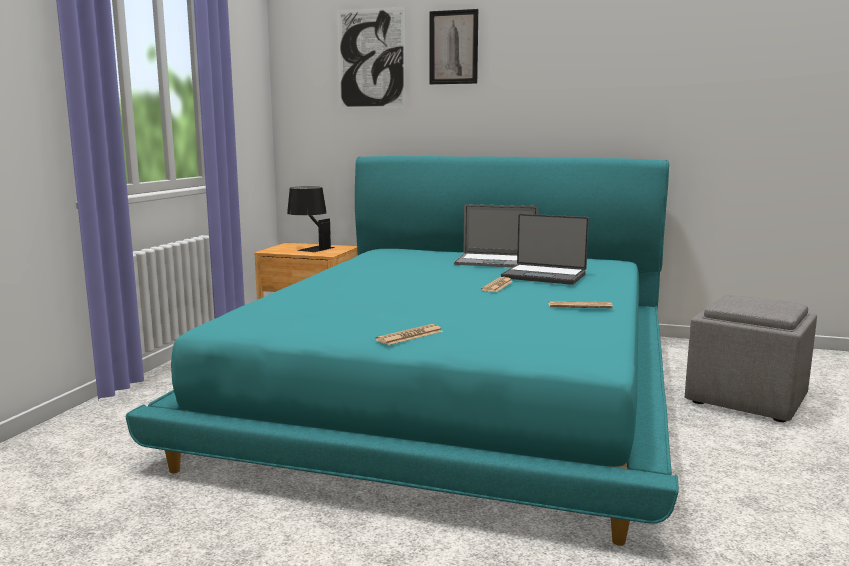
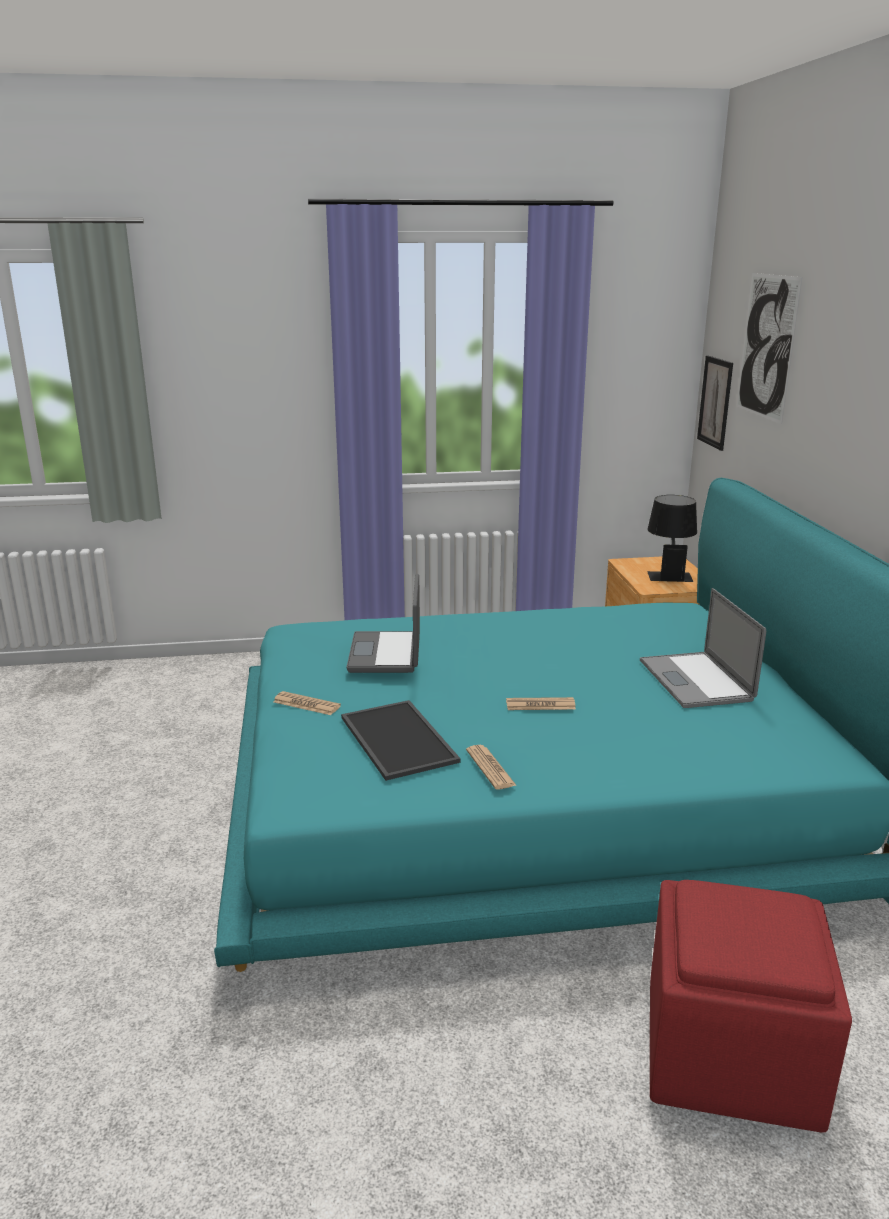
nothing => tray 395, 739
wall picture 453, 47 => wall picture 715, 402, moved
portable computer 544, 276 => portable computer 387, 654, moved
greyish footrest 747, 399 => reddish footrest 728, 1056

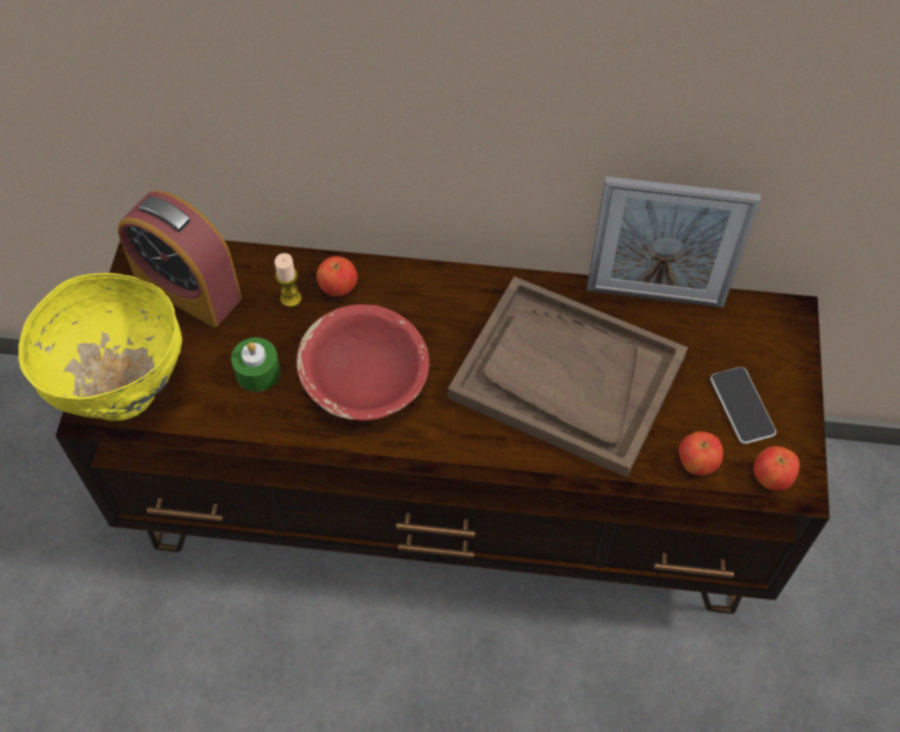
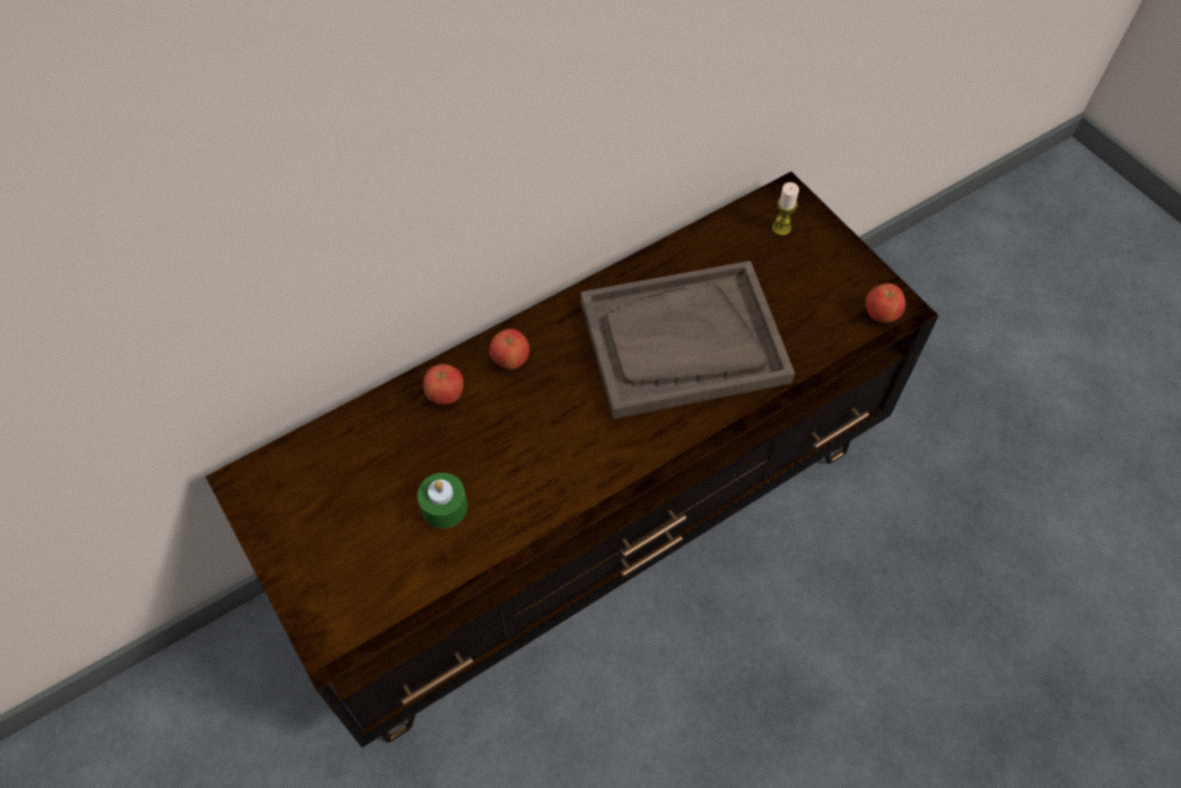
yellow bowl 123, 391 => nothing
table clock 188, 289 => nothing
reddish bowl 365, 380 => nothing
picture frame 654, 296 => nothing
phone 742, 406 => nothing
candle 291, 298 => candle 781, 228, moved
whole apple 696, 463 => whole apple 510, 360, moved

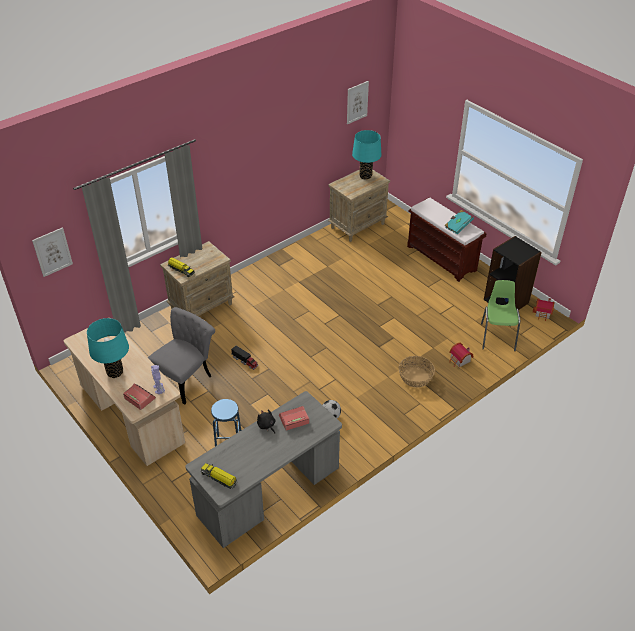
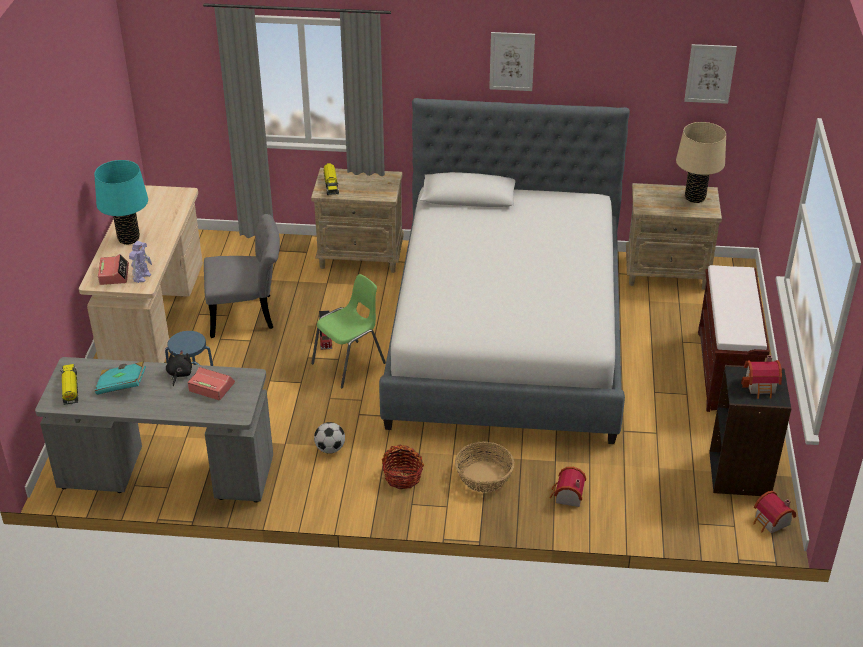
nothing => bed 507, 335
nothing => household basket 402, 477
nothing => model house 761, 386
wall picture 52, 252 => wall picture 511, 61, moved
turquoise book 458, 226 => turquoise book 122, 385, moved
green plain chair 497, 336 => green plain chair 350, 364, moved
turquoise tabletop lamp 365, 176 => sand-coloured tabletop lamp 695, 198

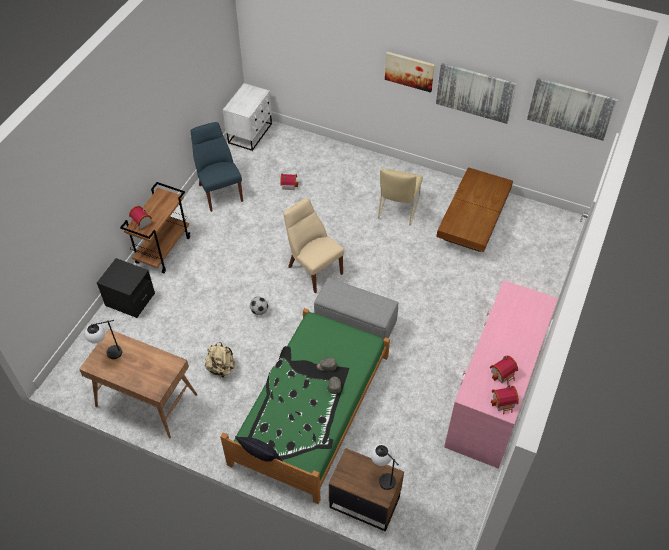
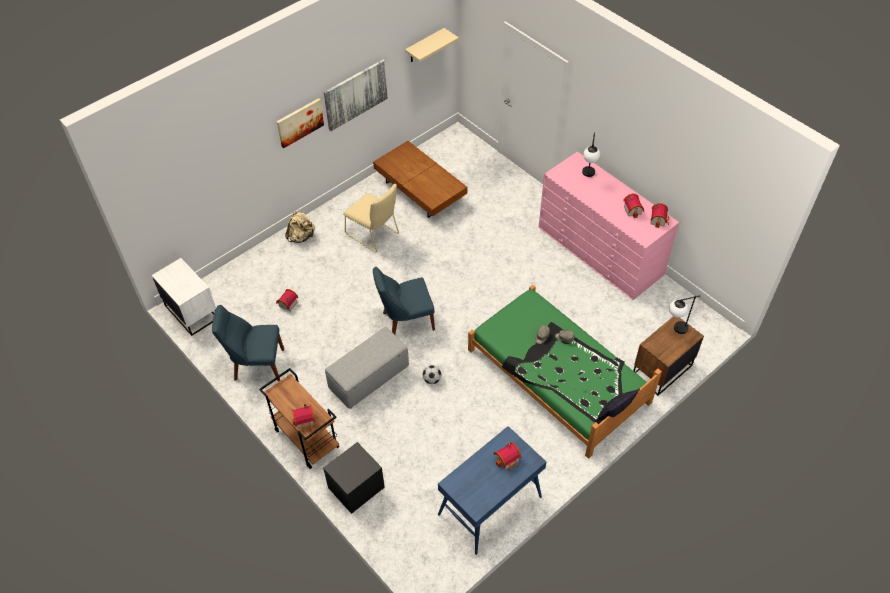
nothing => model house 508, 460
tabletop lamp 108, 354 => tabletop lamp 588, 176, moved
sand-coloured knapsack 221, 368 => sand-coloured knapsack 301, 237, moved
greyish footrest 354, 322 => greyish footrest 368, 378, moved
wall picture 571, 108 => sand-coloured shelf 424, 46
brownish desk 146, 401 => blue-coloured desk 489, 506
sand-coloured plain chair 313, 269 => blue-coloured plain chair 405, 321

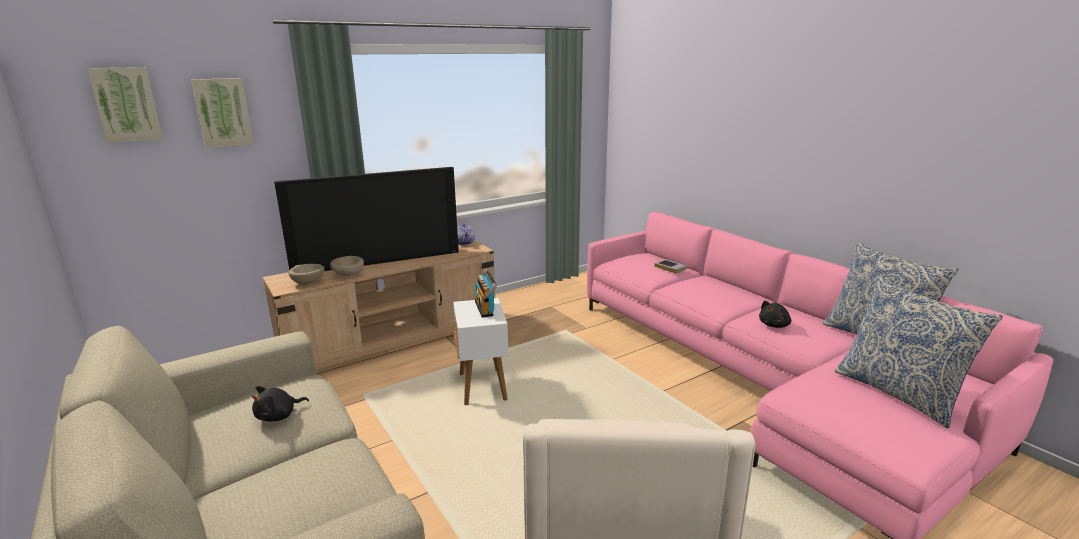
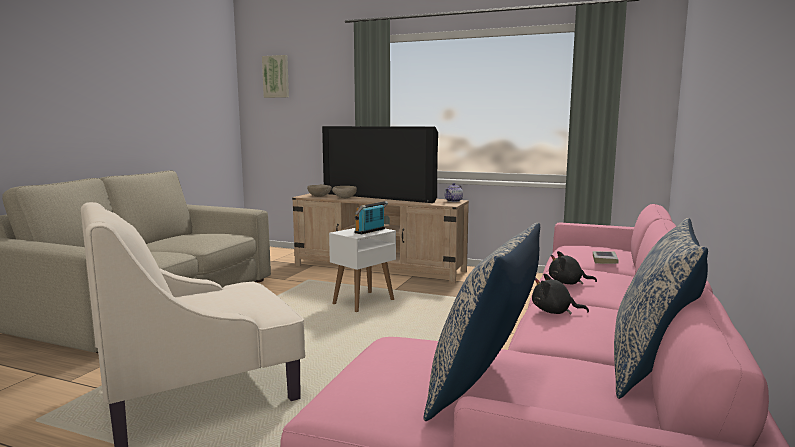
wall picture 223, 112 => nothing
black soft toy 279, 416 => black soft toy 568, 283, moved

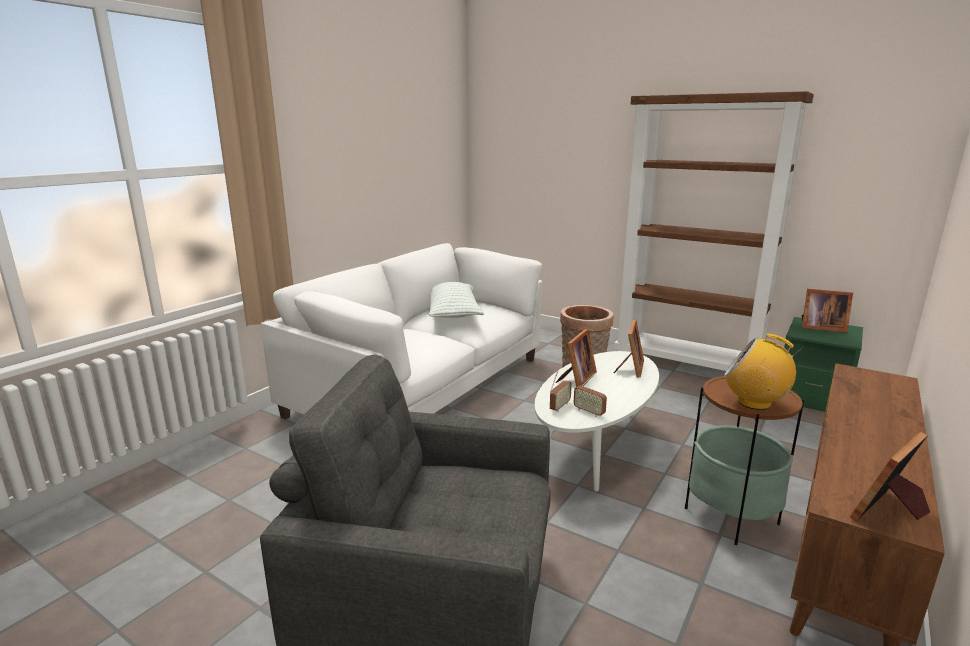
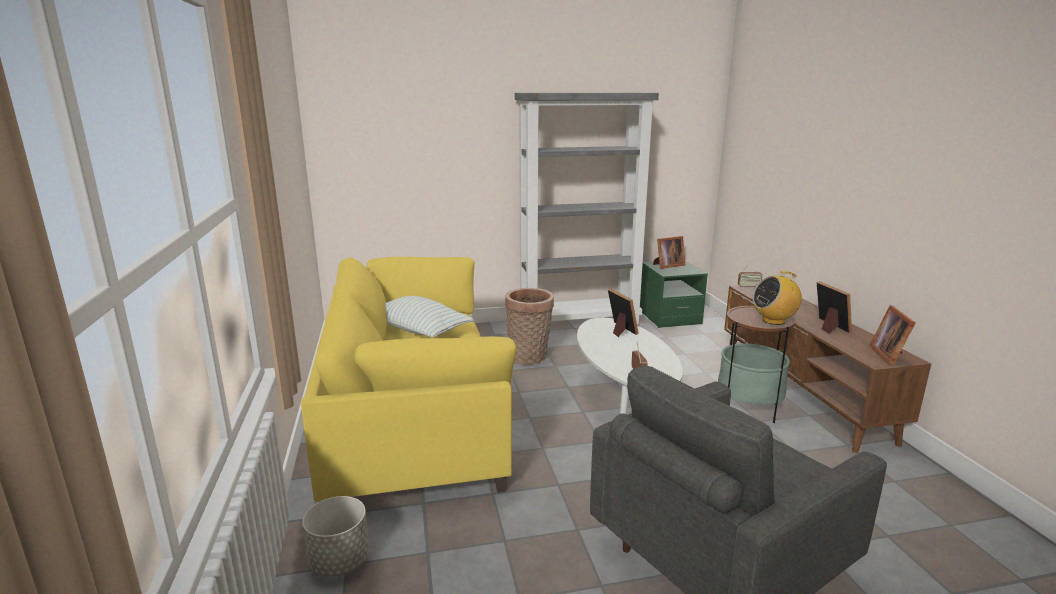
nothing => greyish planter 339, 561
picture frame 576, 379 => picture frame 828, 326, moved
radio receiver 589, 412 => radio receiver 748, 287, moved
whitish sofa 422, 386 => yellow sofa 413, 418
brownish shelving unit 687, 368 => greyish shelving unit 579, 323

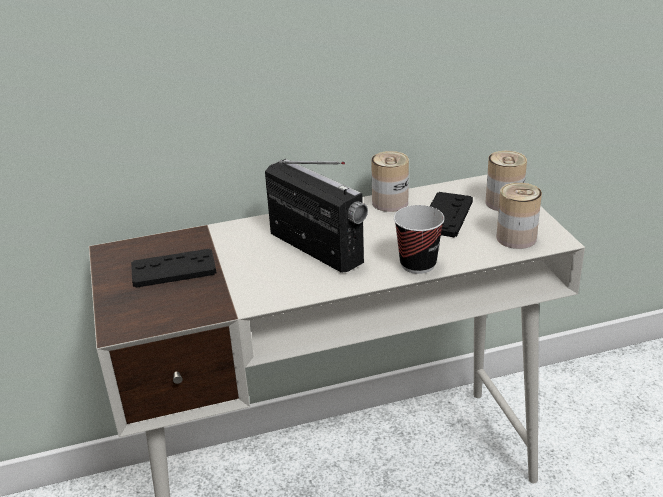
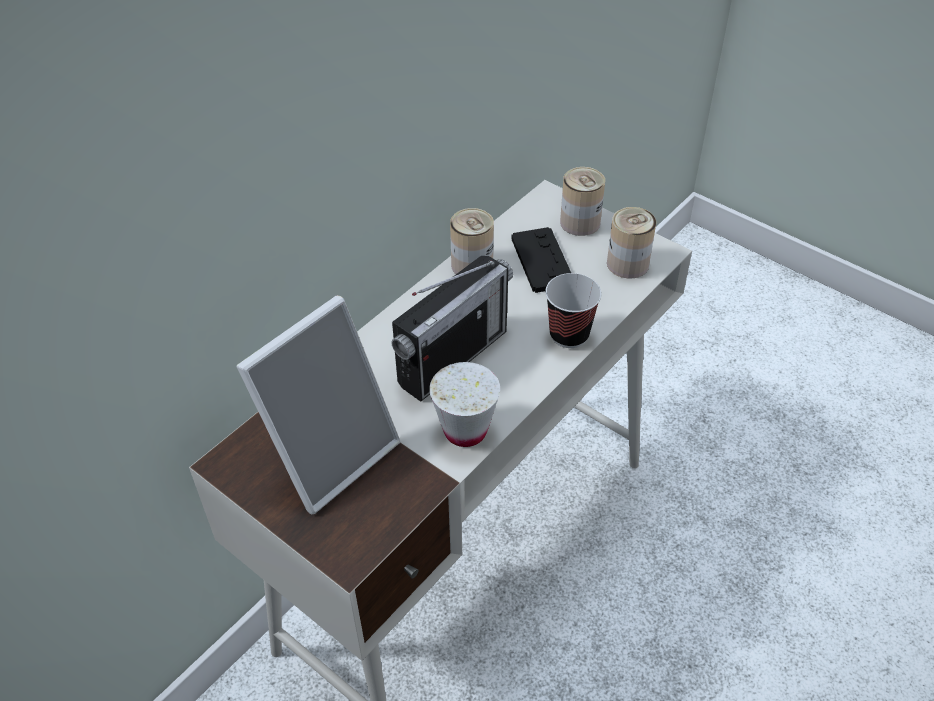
nothing => whitish cup 465, 430
black game controller 173, 270 => picture frame 329, 454
radio receiver 315, 248 => radio receiver 453, 358, 120 degrees clockwise

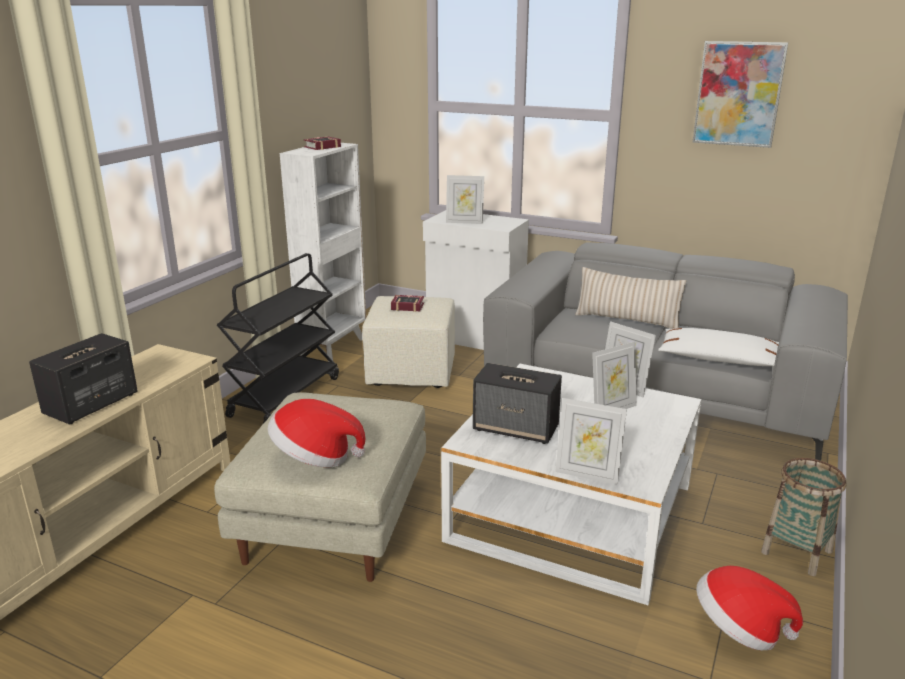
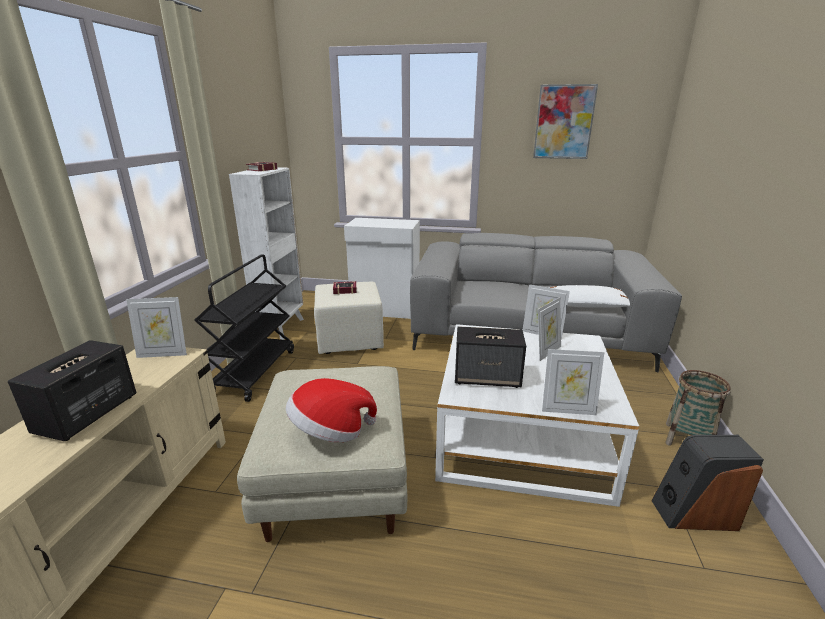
sand-coloured pillow 627, 320 => nothing
picture frame 464, 222 => picture frame 163, 354, moved
wearable hat 739, 629 => speaker 693, 513

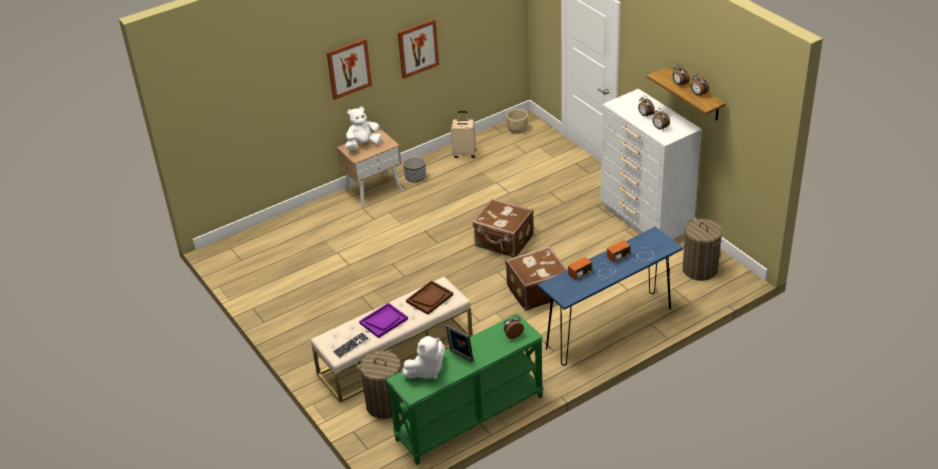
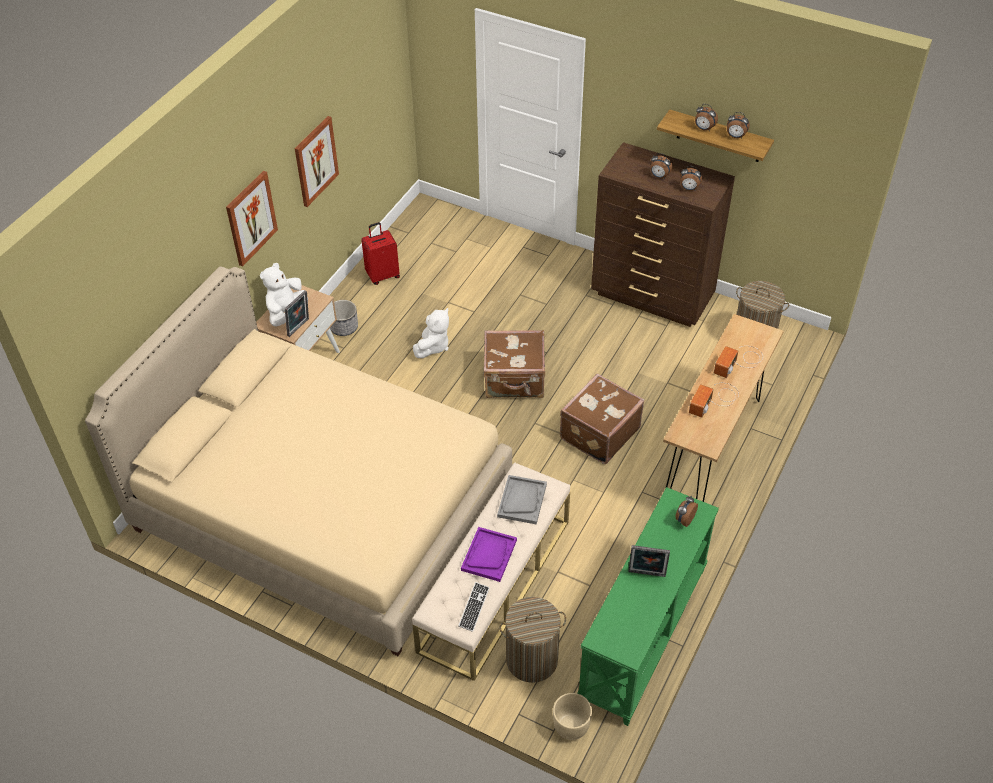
nothing => sand-coloured bed 323, 509
nothing => picture frame 299, 328
whitish soft toy 426, 371 => whitish soft toy 433, 346, moved
sand-coloured planter 517, 130 => sand-coloured planter 571, 726, moved
brownish tray 429, 298 => greyish tray 522, 500
sand-coloured suitcase 464, 154 => reddish suitcase 382, 275
blue-coloured narrow table 609, 328 => brownish narrow table 712, 451
whitish chest of drawers 645, 220 => brownish chest of drawers 652, 297

